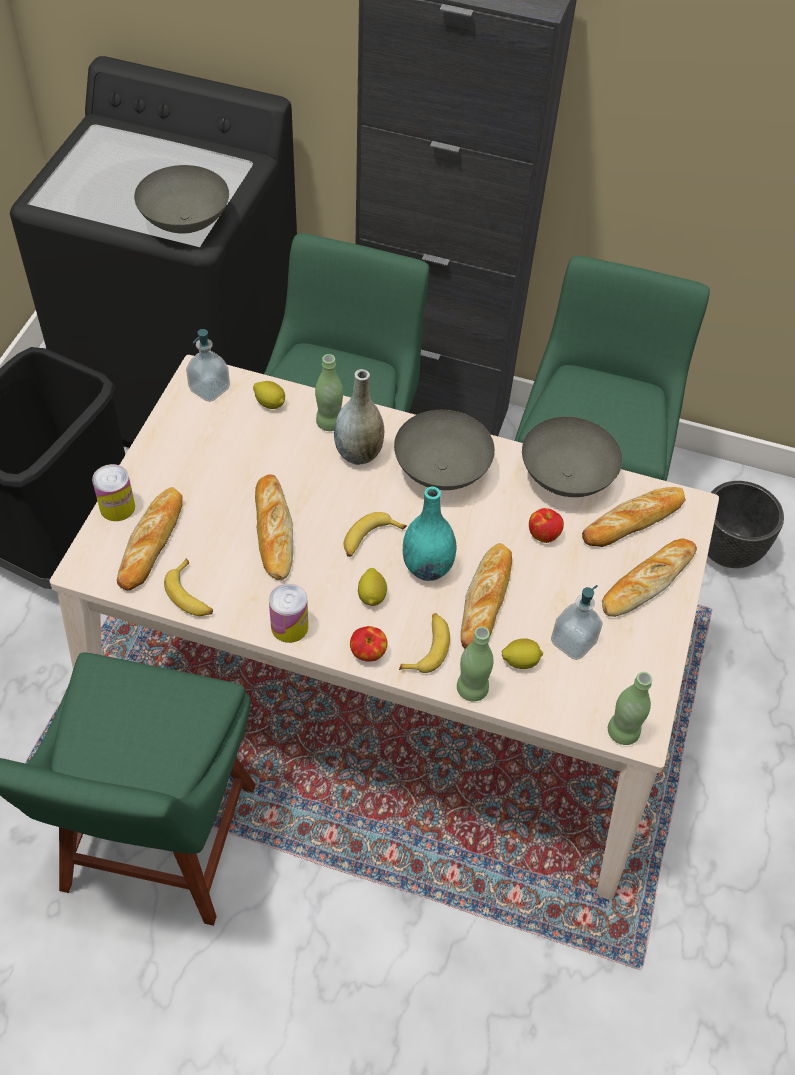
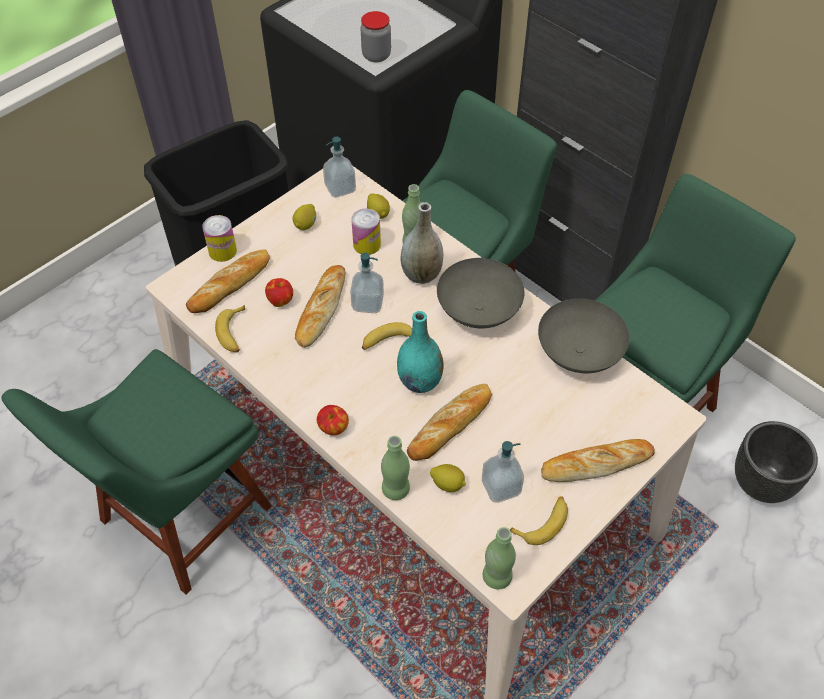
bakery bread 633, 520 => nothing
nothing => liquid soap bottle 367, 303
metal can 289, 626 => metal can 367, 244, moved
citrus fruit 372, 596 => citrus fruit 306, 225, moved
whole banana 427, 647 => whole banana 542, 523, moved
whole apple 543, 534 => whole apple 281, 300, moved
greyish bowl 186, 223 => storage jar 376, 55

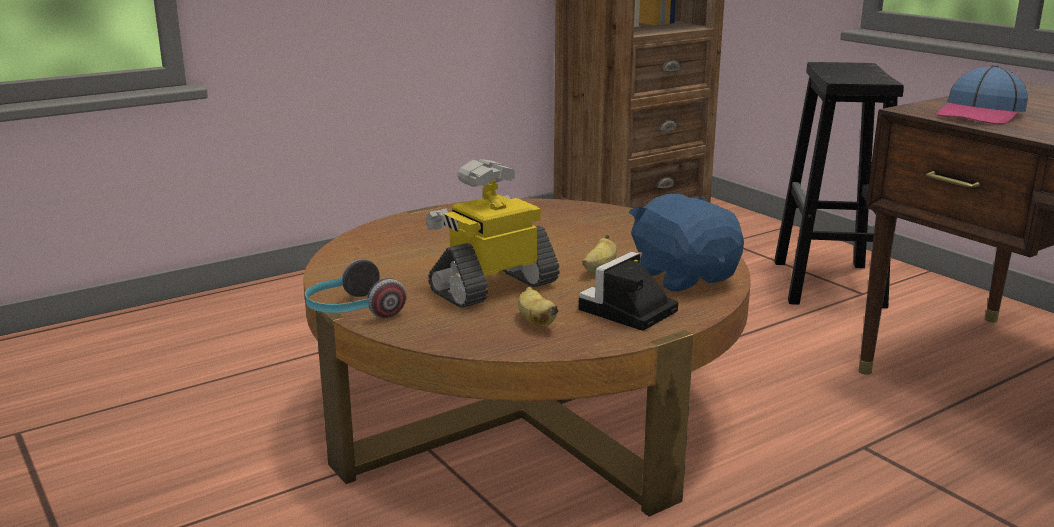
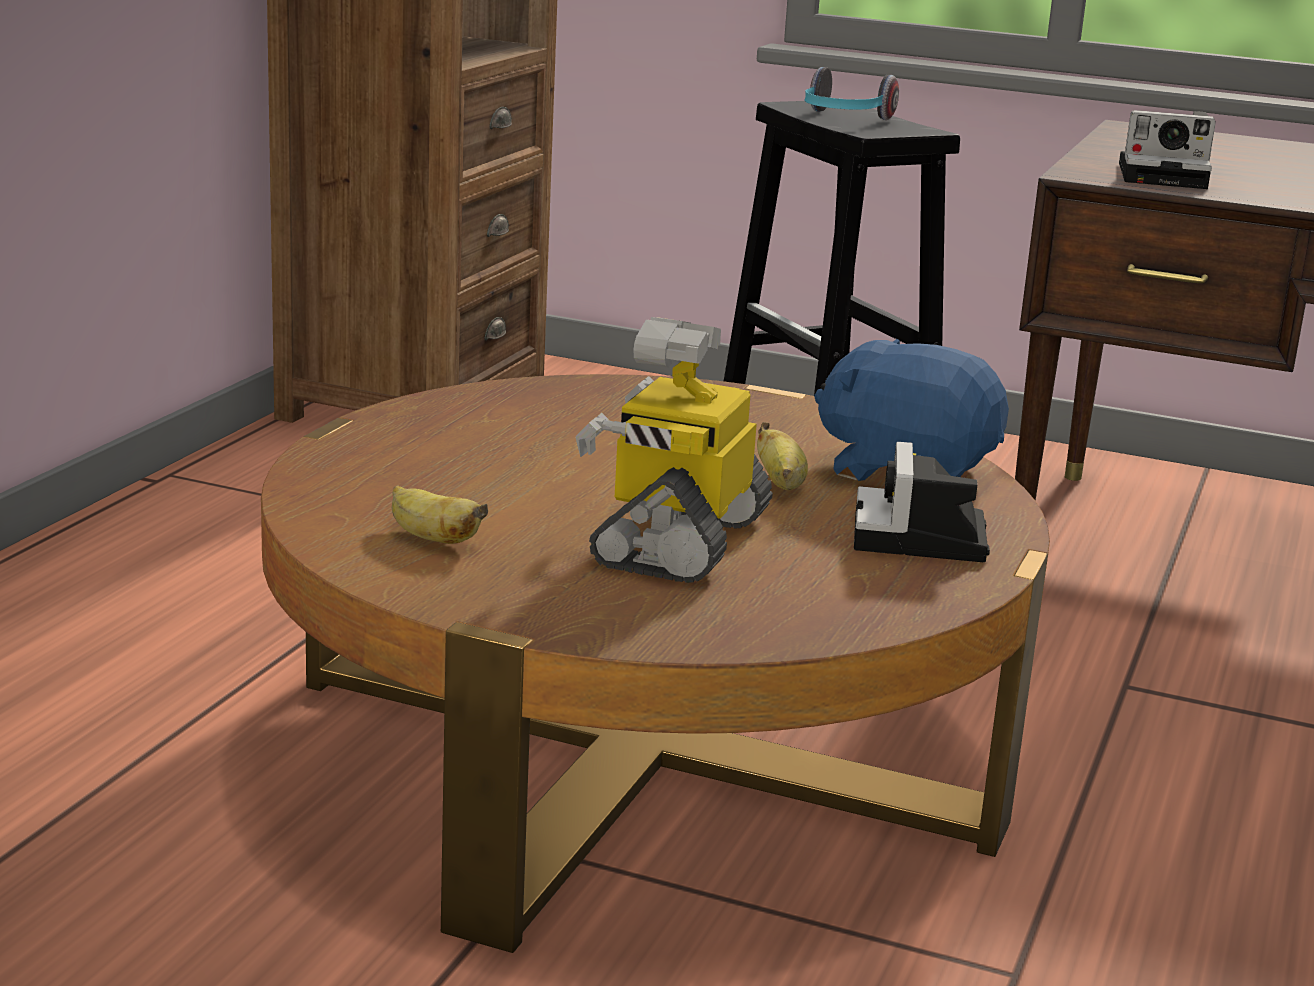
pair of headphones 352, 311 => pair of headphones 843, 119, moved
whole banana 535, 321 => whole banana 432, 538, moved
cap 980, 114 => photo camera 1166, 176

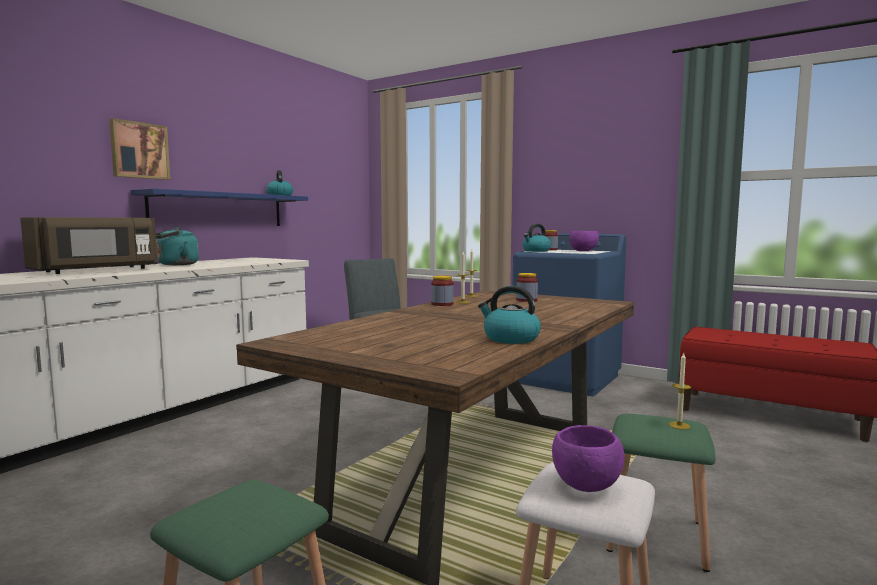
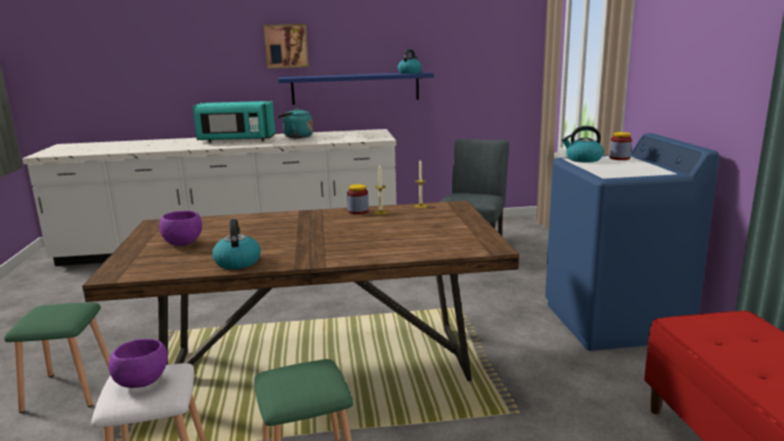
storage jar 526, 300 => nothing
candle 679, 425 => nothing
purplish bowl 582, 251 => purplish bowl 183, 243, moved
brownish microwave oven 96, 270 => turquoise microwave oven 236, 140

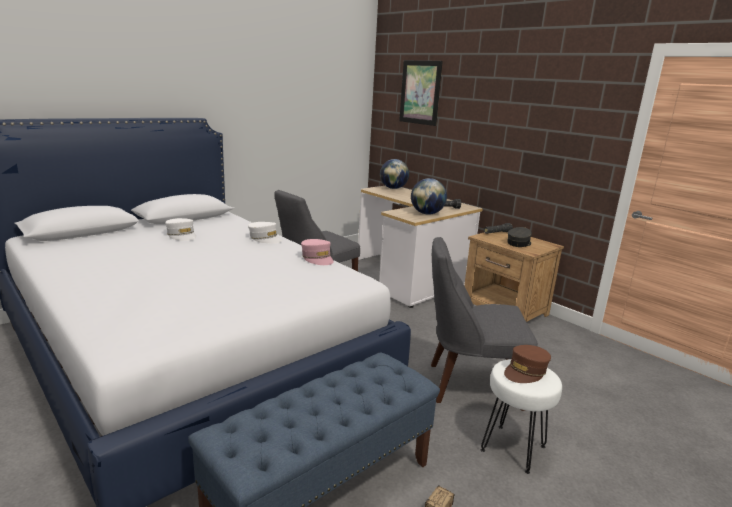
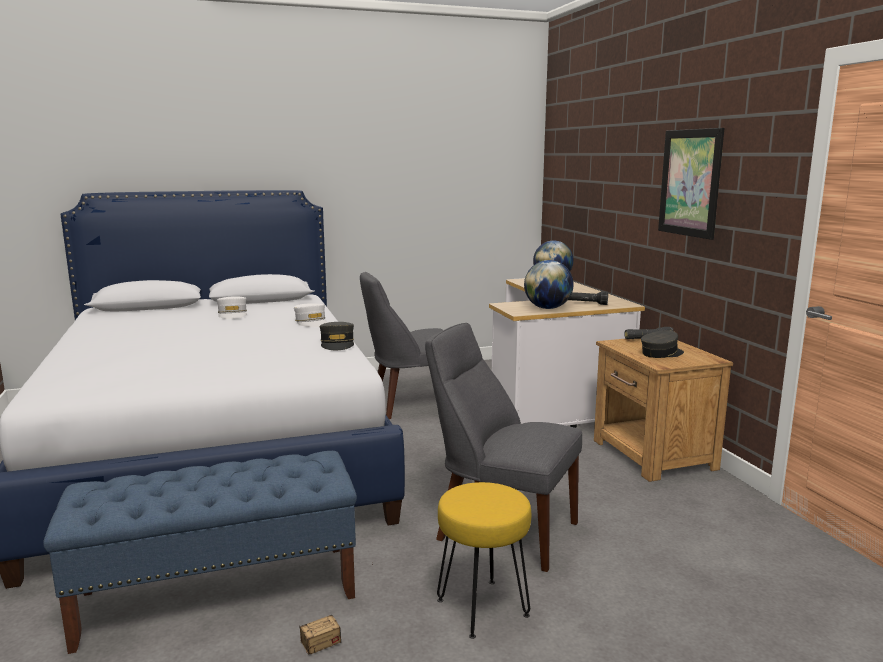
brownish cap 525, 371 => nothing
wall picture 420, 92 => wall picture 690, 183, moved
pink-coloured cap 317, 258 => greyish cap 337, 344
whitish stool 514, 448 => yellow stool 483, 608

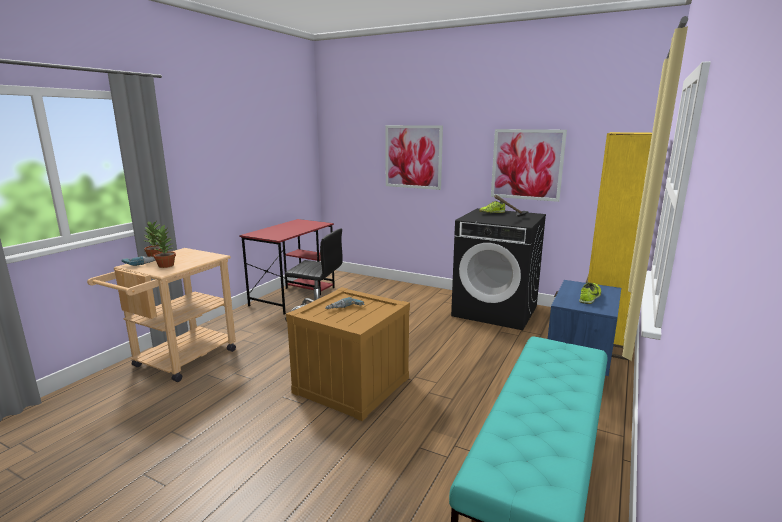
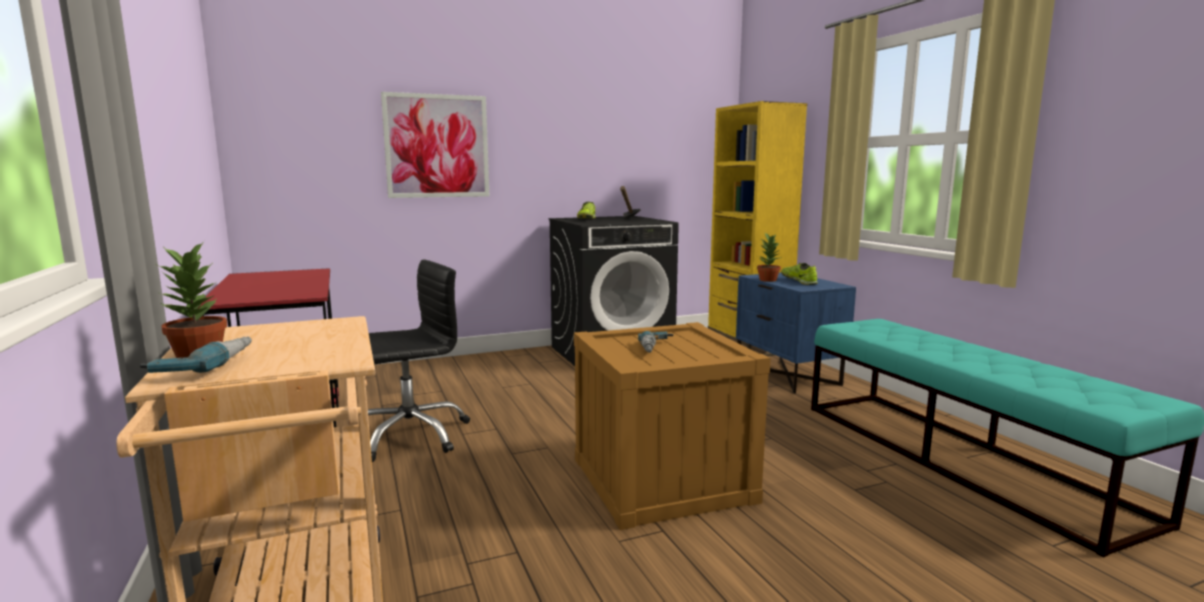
wall picture 527, 164 => nothing
houseplant 166, 265 => houseplant 768, 280, moved

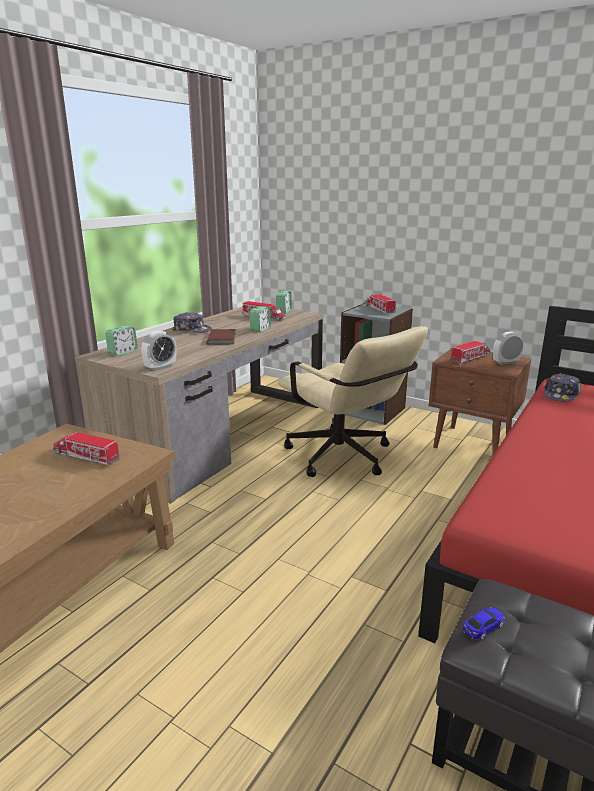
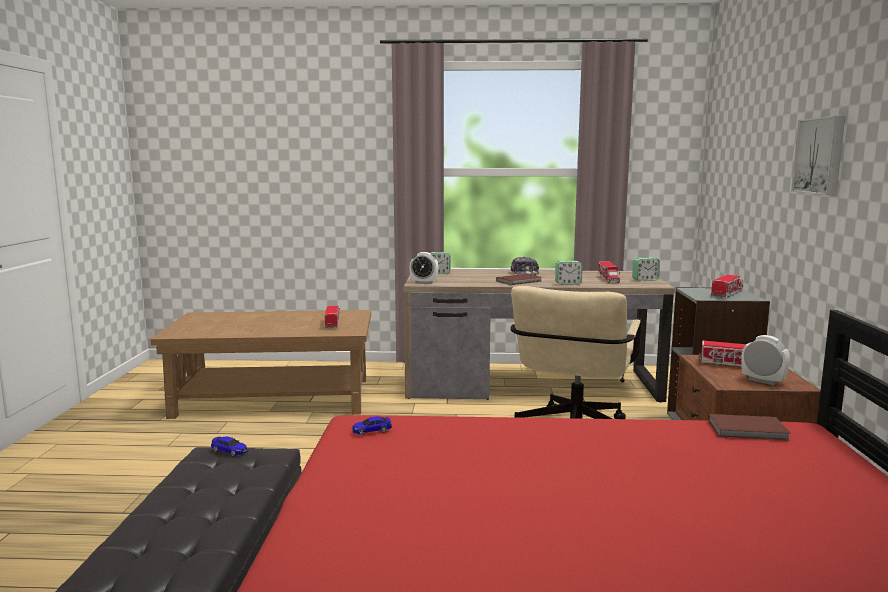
nothing => miniature car 371, 430
nothing => wall picture 821, 156
cap 561, 395 => brownish book 749, 430

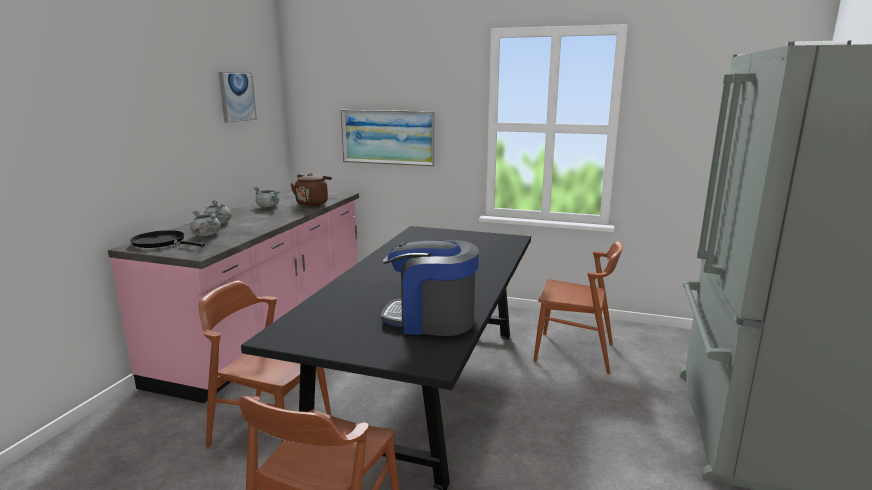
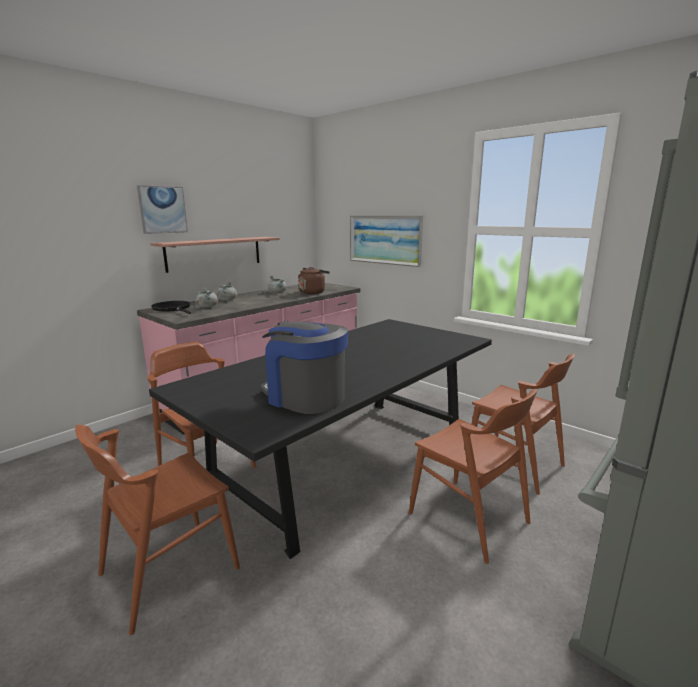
nothing => shelf 214, 253
nothing => brownish plain chair 469, 517
wall picture 237, 97 => wall picture 162, 209, moved

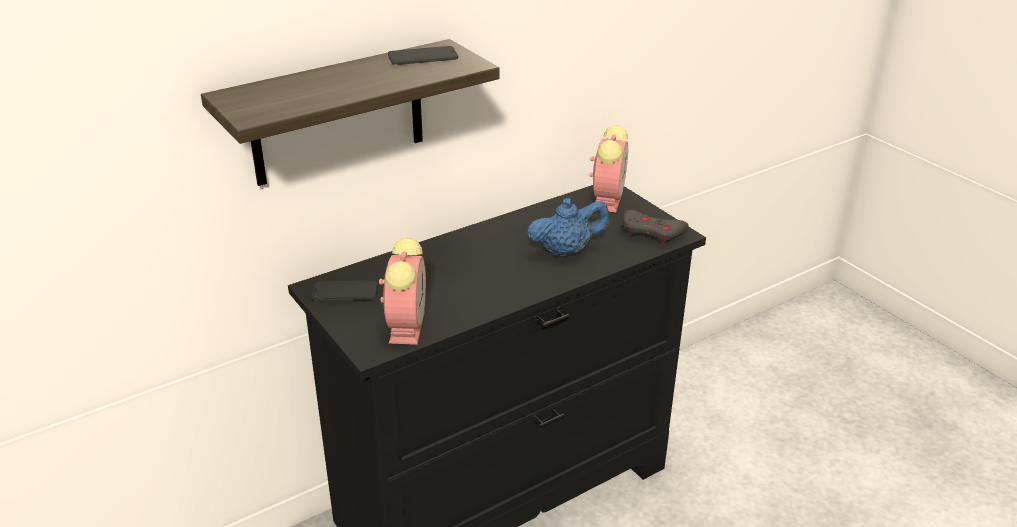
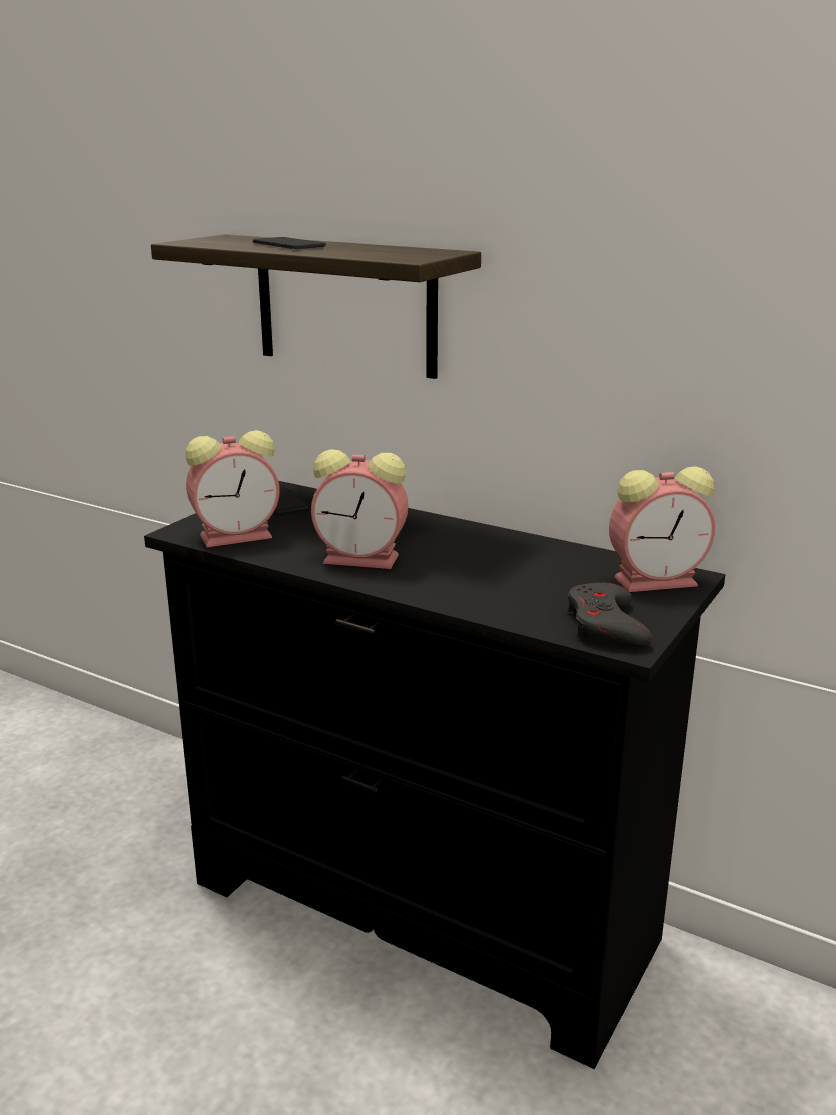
blue-coloured tea pot 567, 251 => nothing
nothing => table clock 364, 559
phone 422, 56 => phone 288, 245, moved

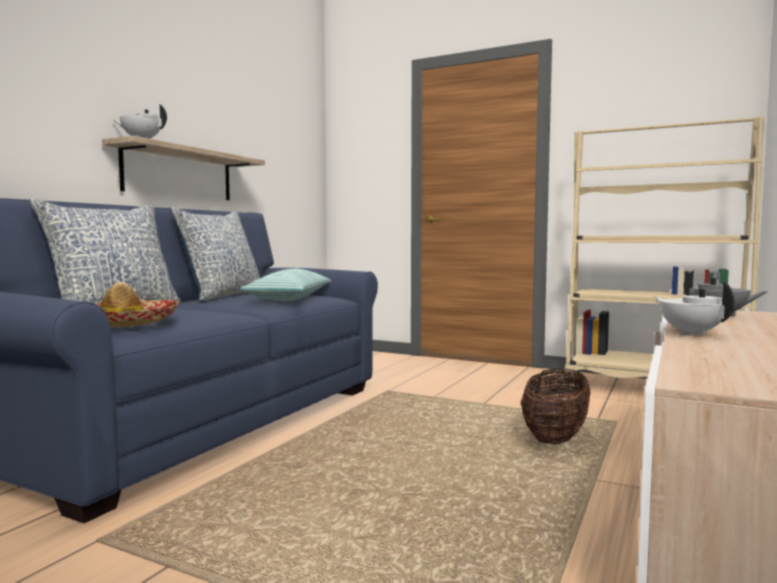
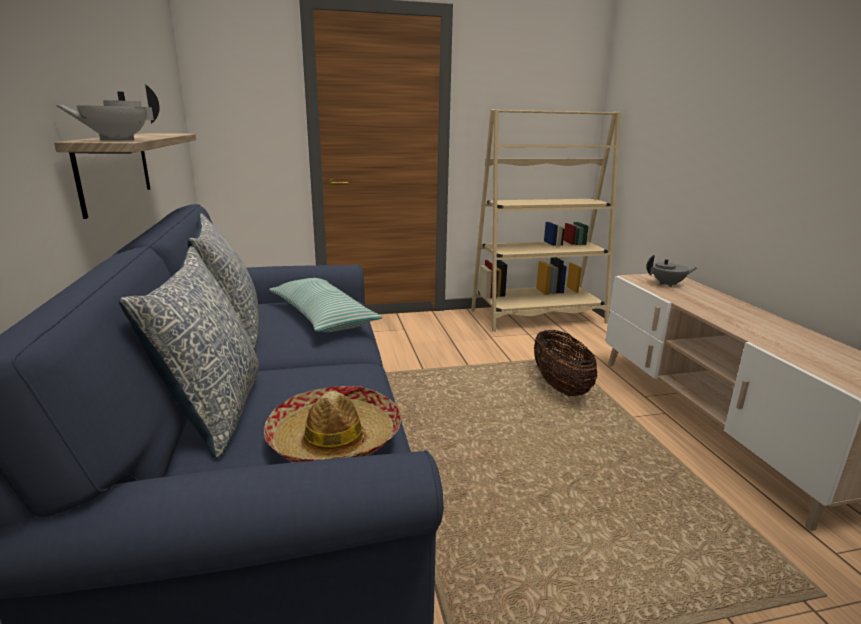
whitish tea pot 691, 333 => nothing

